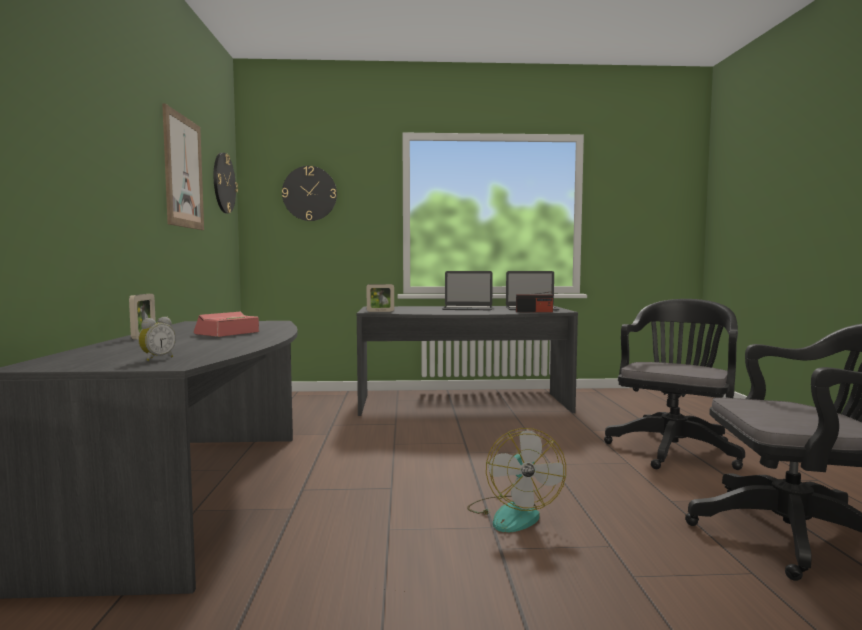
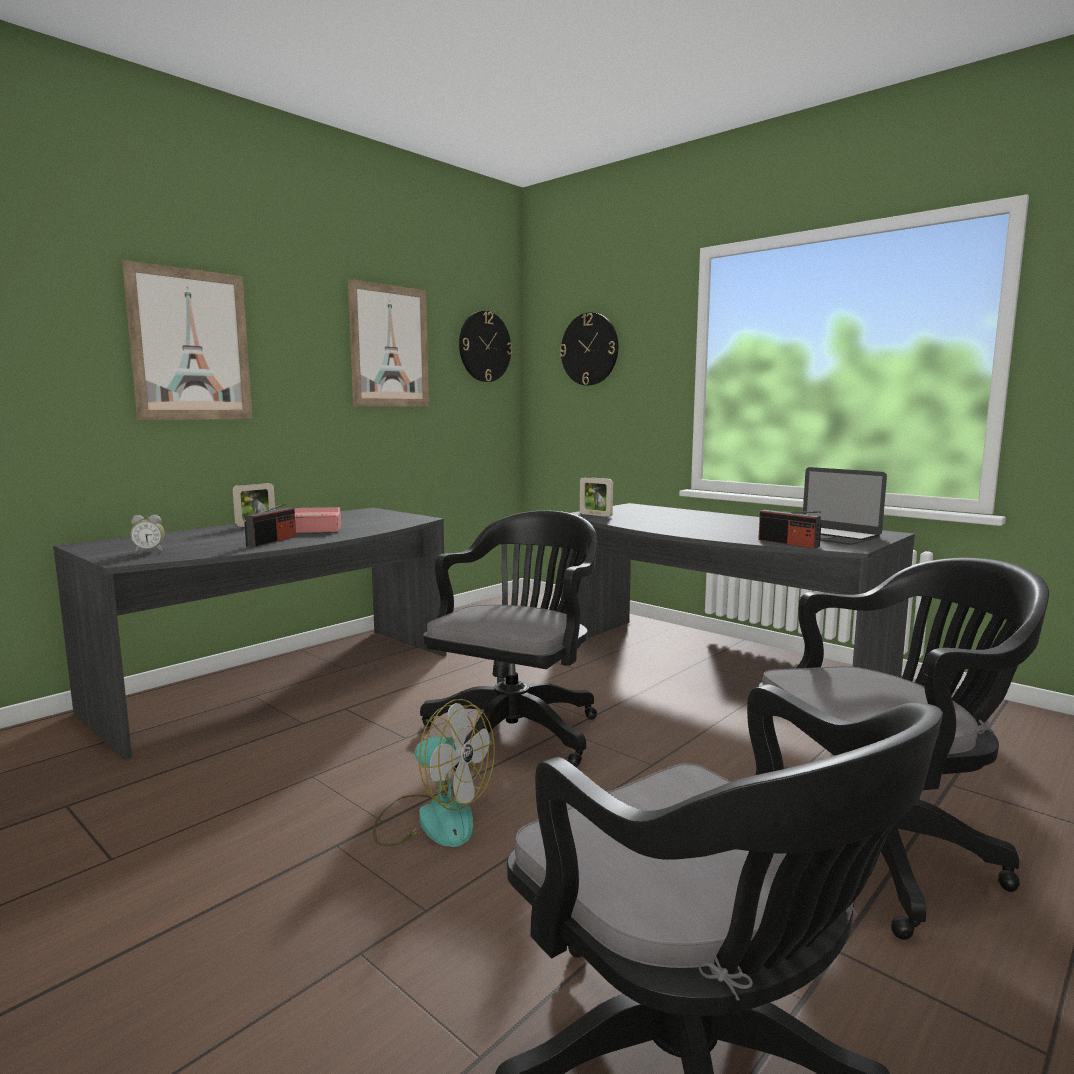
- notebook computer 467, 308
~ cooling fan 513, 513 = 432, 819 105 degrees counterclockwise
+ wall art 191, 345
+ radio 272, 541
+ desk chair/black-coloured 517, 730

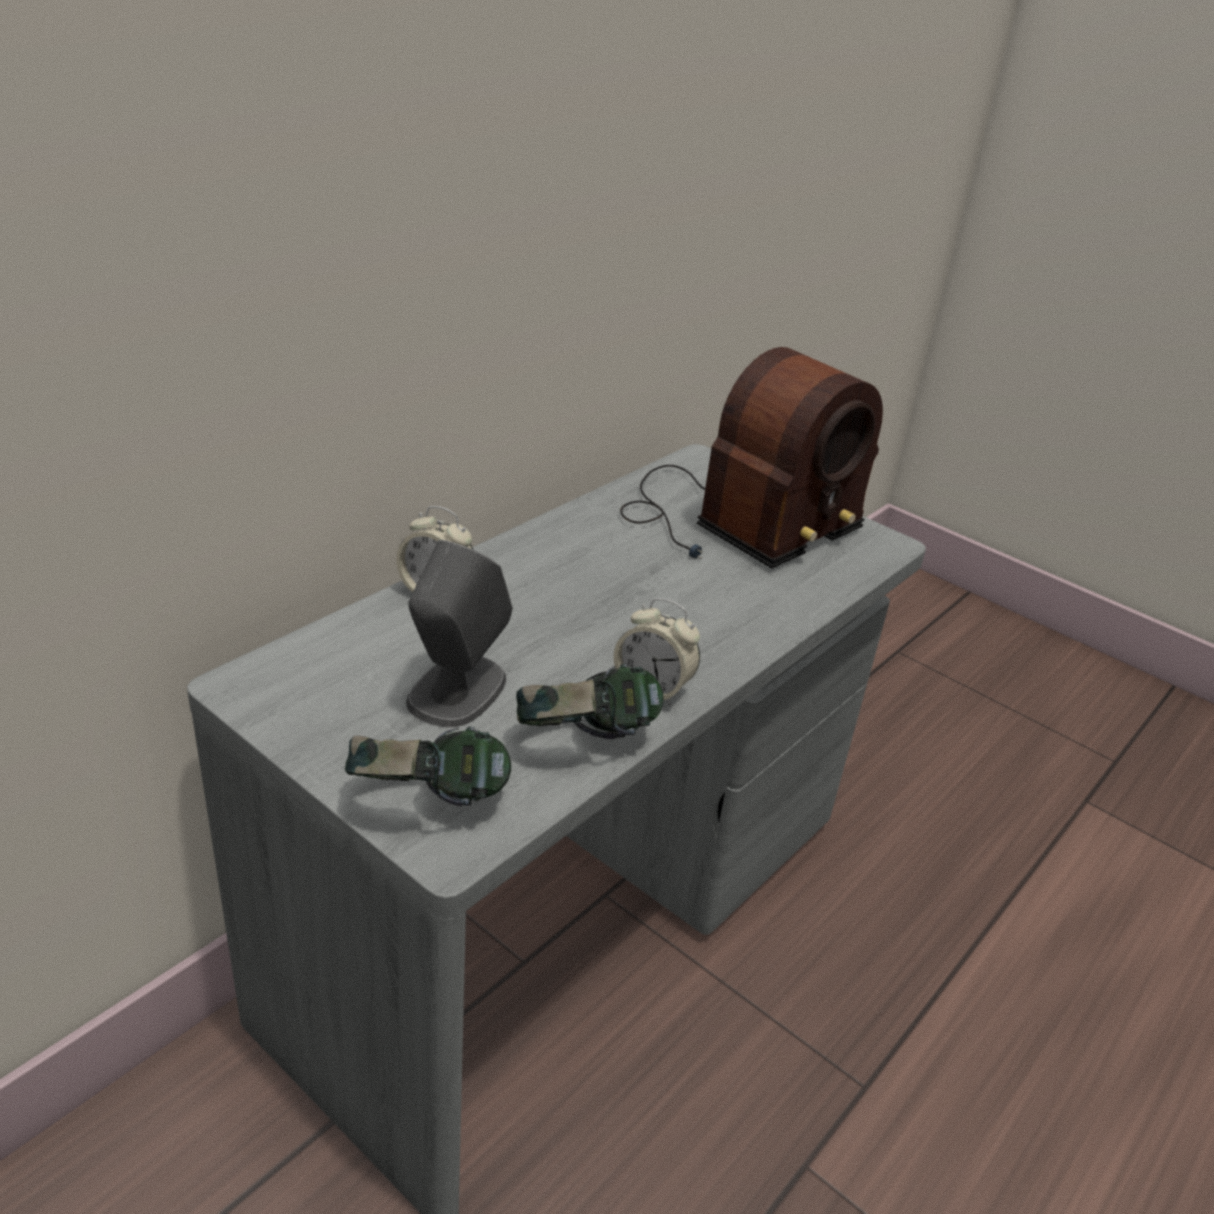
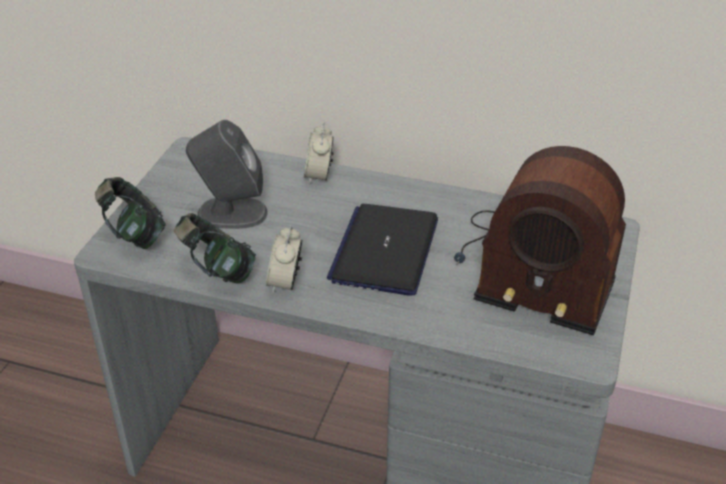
+ notebook computer 385, 250

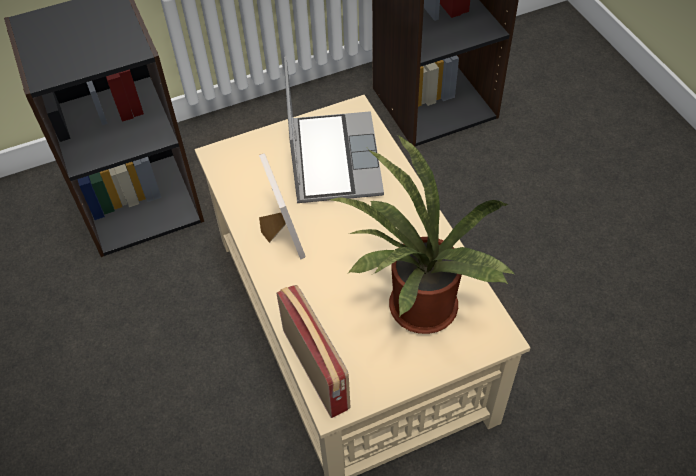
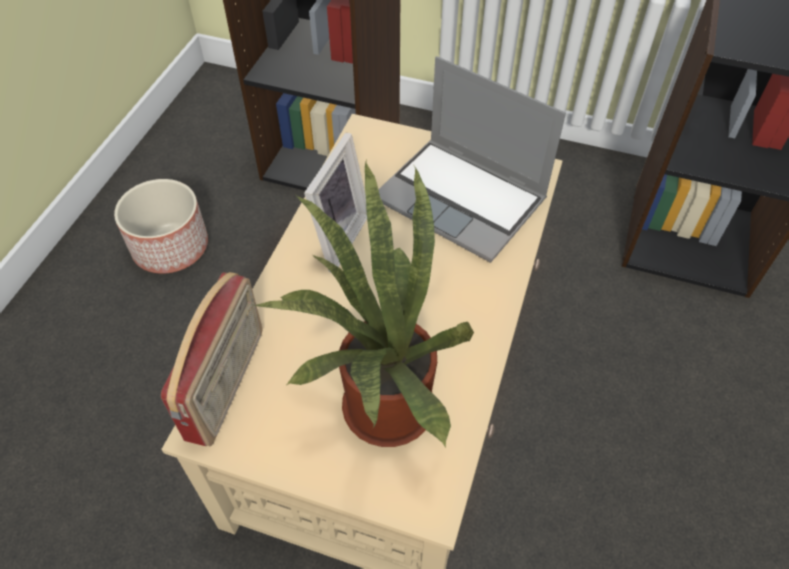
~ notebook computer 332, 158 = 463, 200 90 degrees clockwise
+ flower pot 171, 246

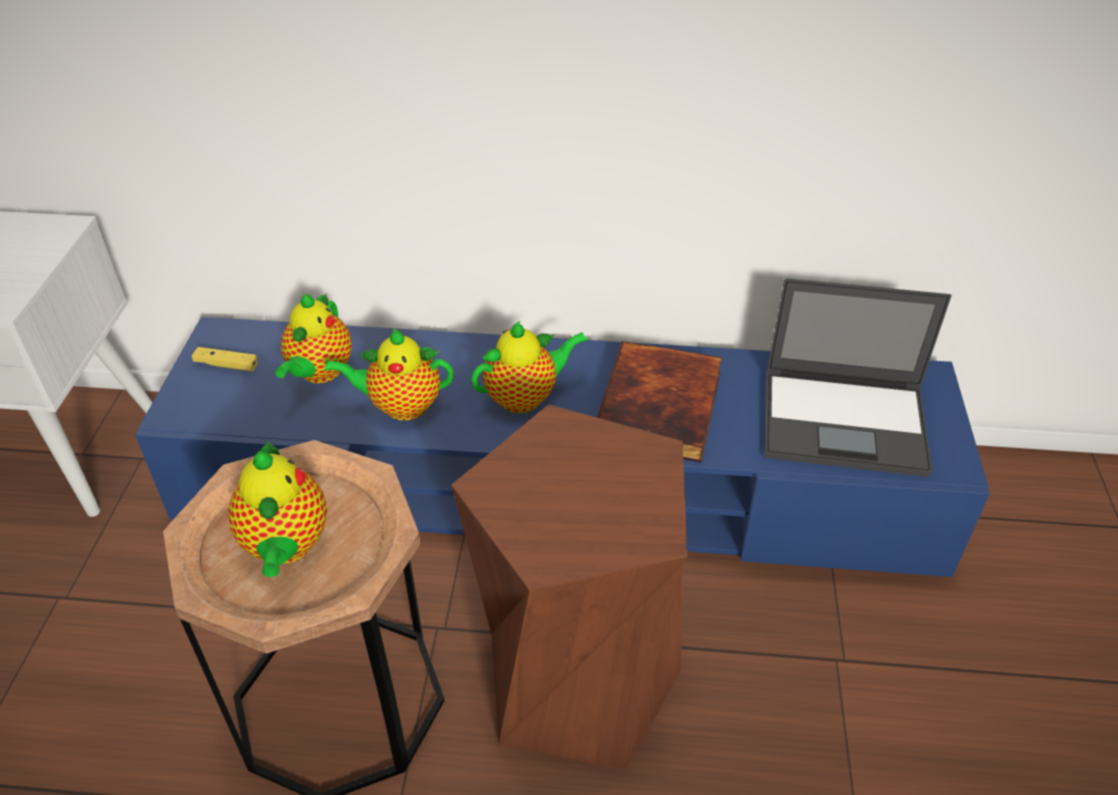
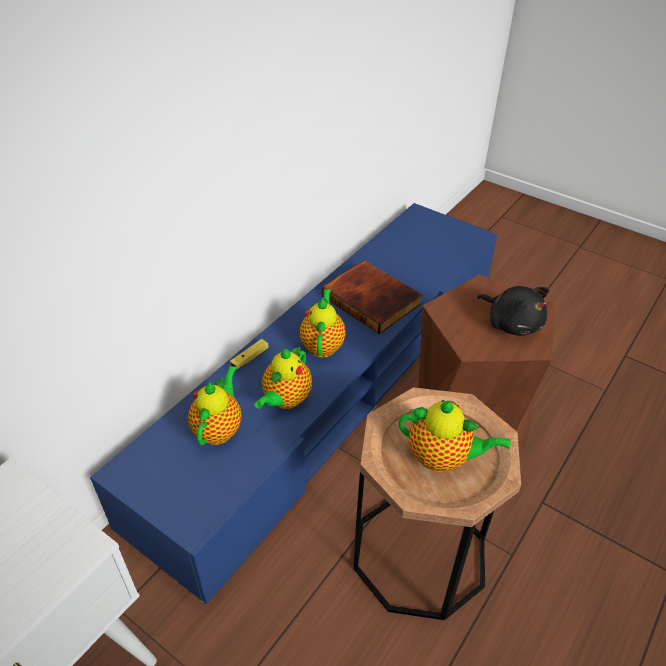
- notebook computer 846, 422
~ pot for tea 319, 373 = 219, 429 120 degrees counterclockwise
~ joypad/yellow 226, 365 to 250, 358
+ soft toy/black-coloured 512, 323

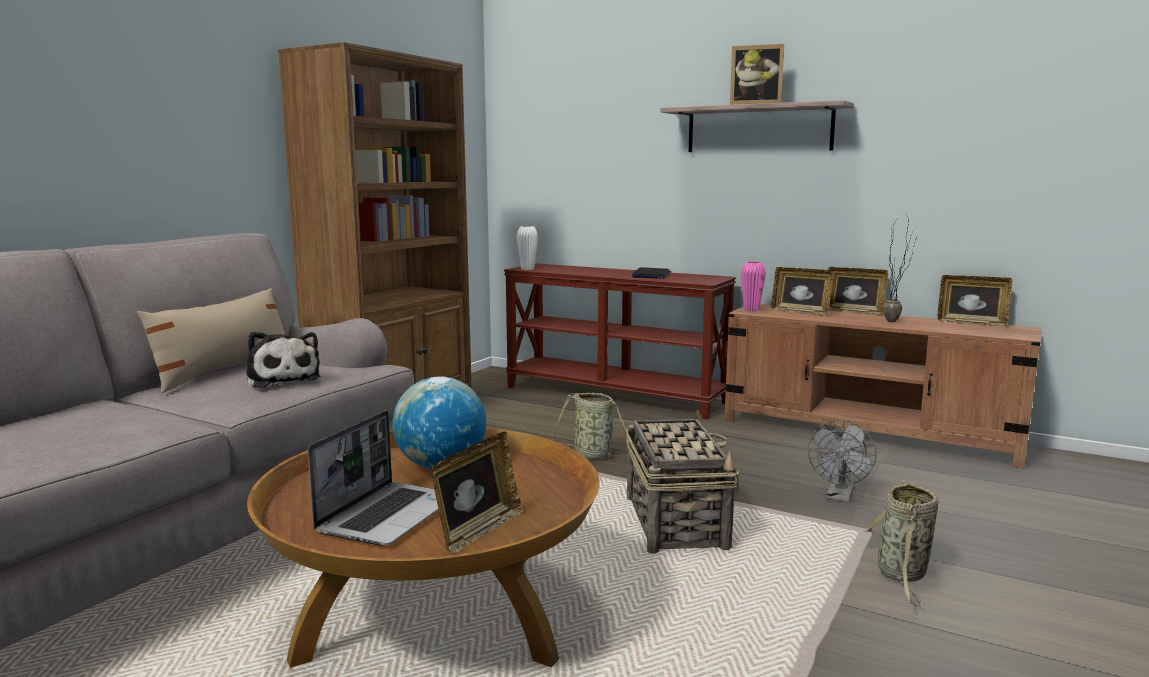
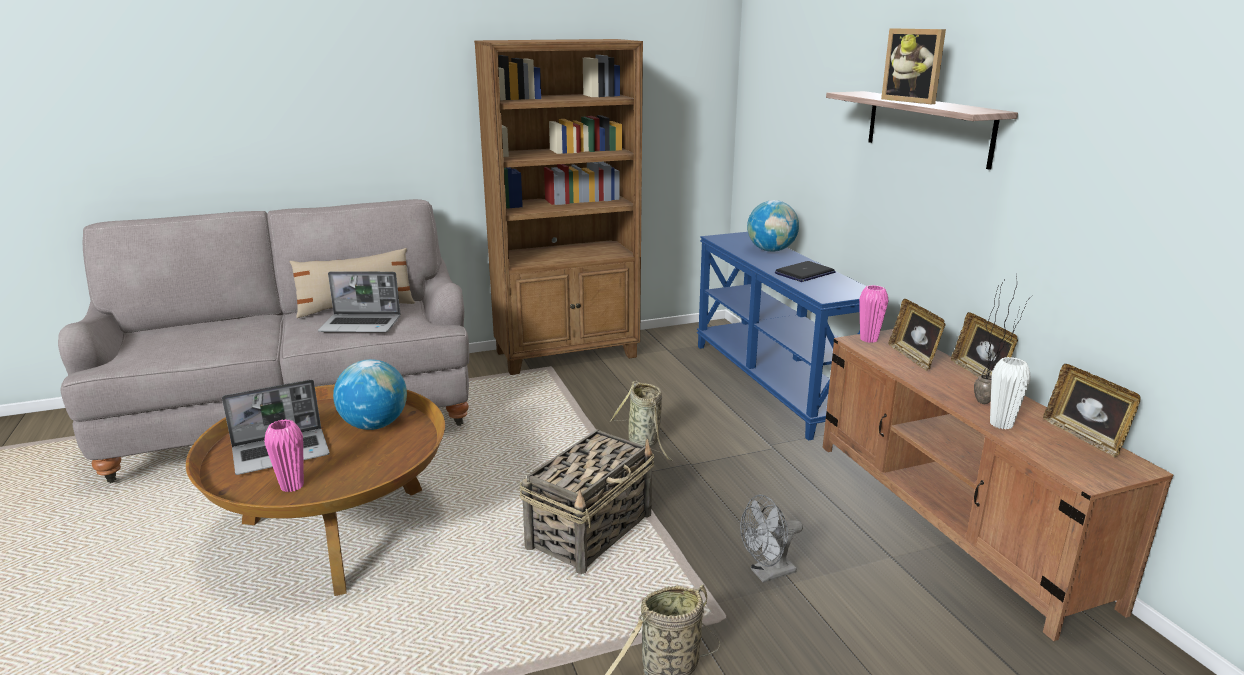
~ flower vase/white-coloured 527, 269 to 1001, 424
~ hall table/brown-coloured 615, 394 to hall table/blue 774, 383
~ soft toy 282, 379 to notebook computer 362, 325
~ picture frame 478, 531 to flower vase/pink 292, 486
+ desk globe 771, 250

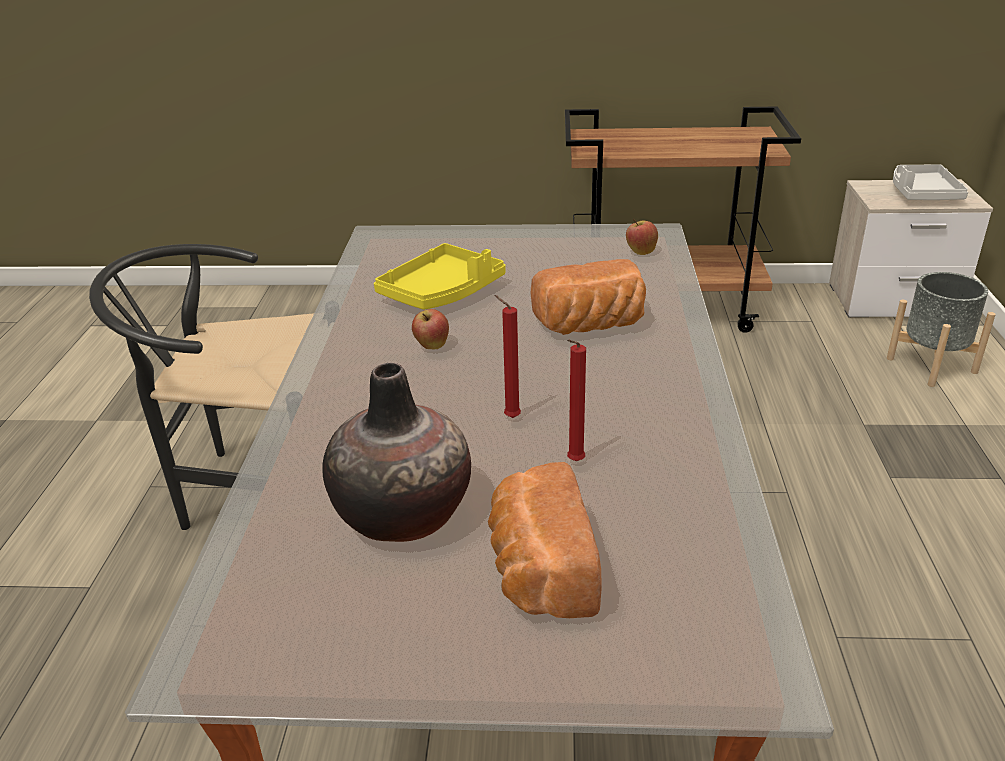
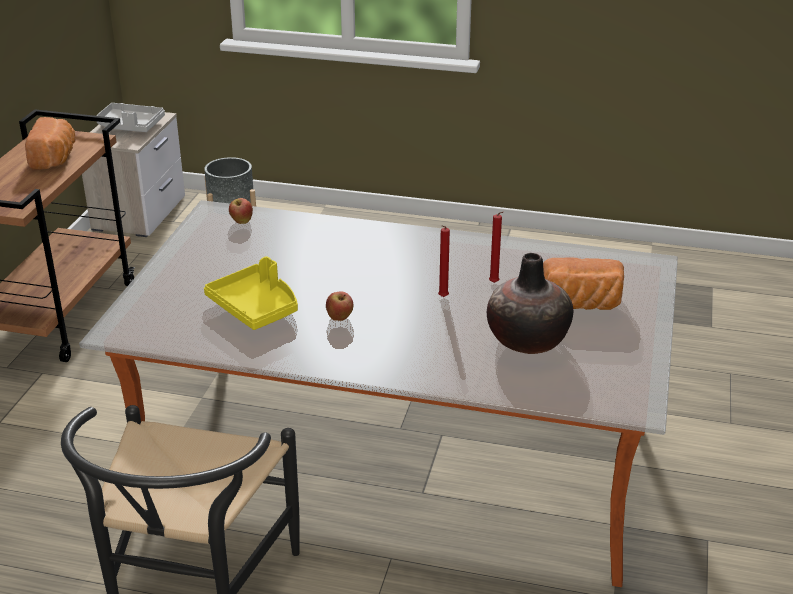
~ bakery bread 591, 326 to 55, 158

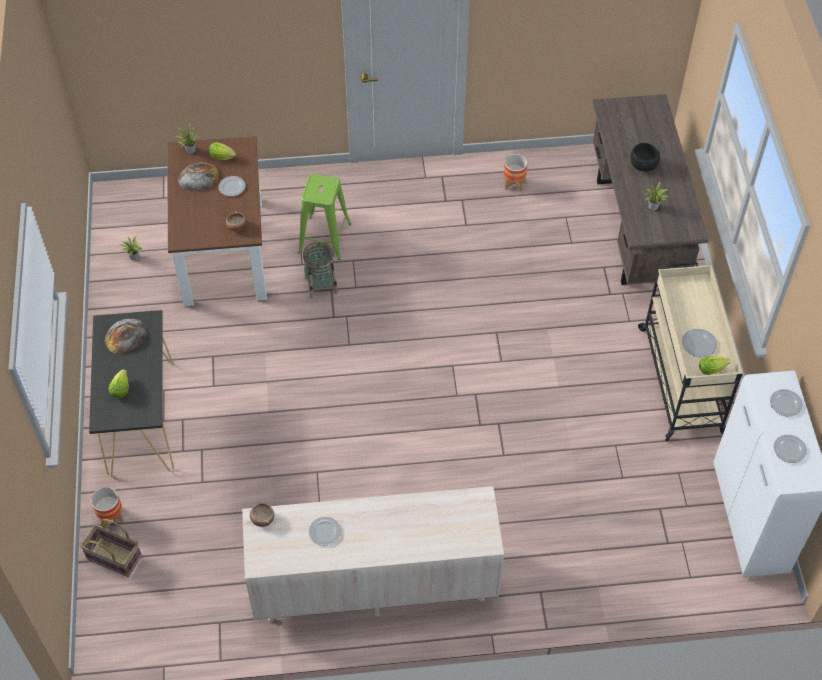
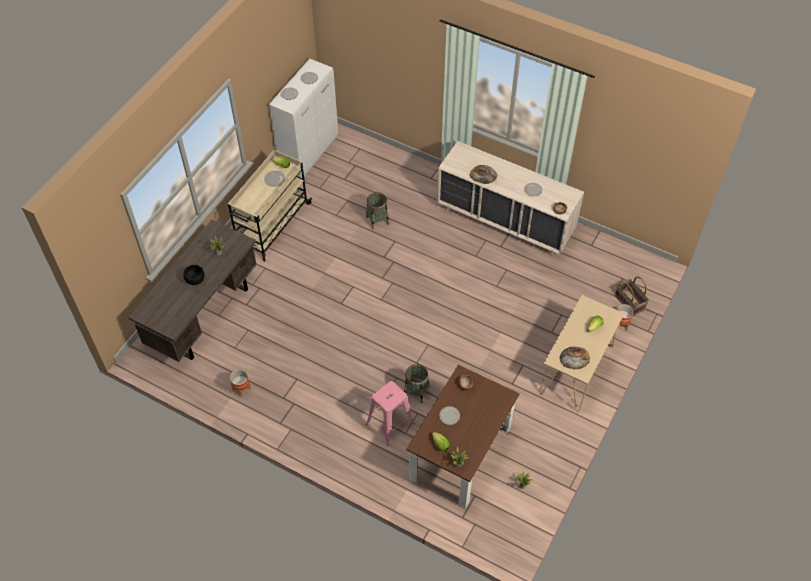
~ bakery bread 198, 177 to 483, 175
~ sitting stool/greenish 324, 237 to sitting stool/pink 389, 423
~ hall table/black-coloured 141, 417 to hall table/sand-coloured 576, 370
+ storage basket 377, 220

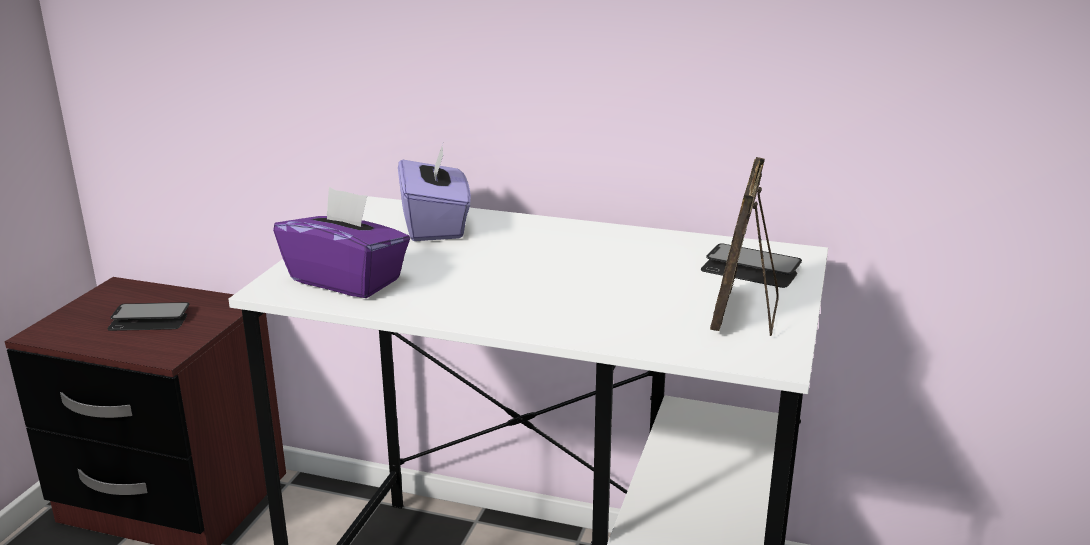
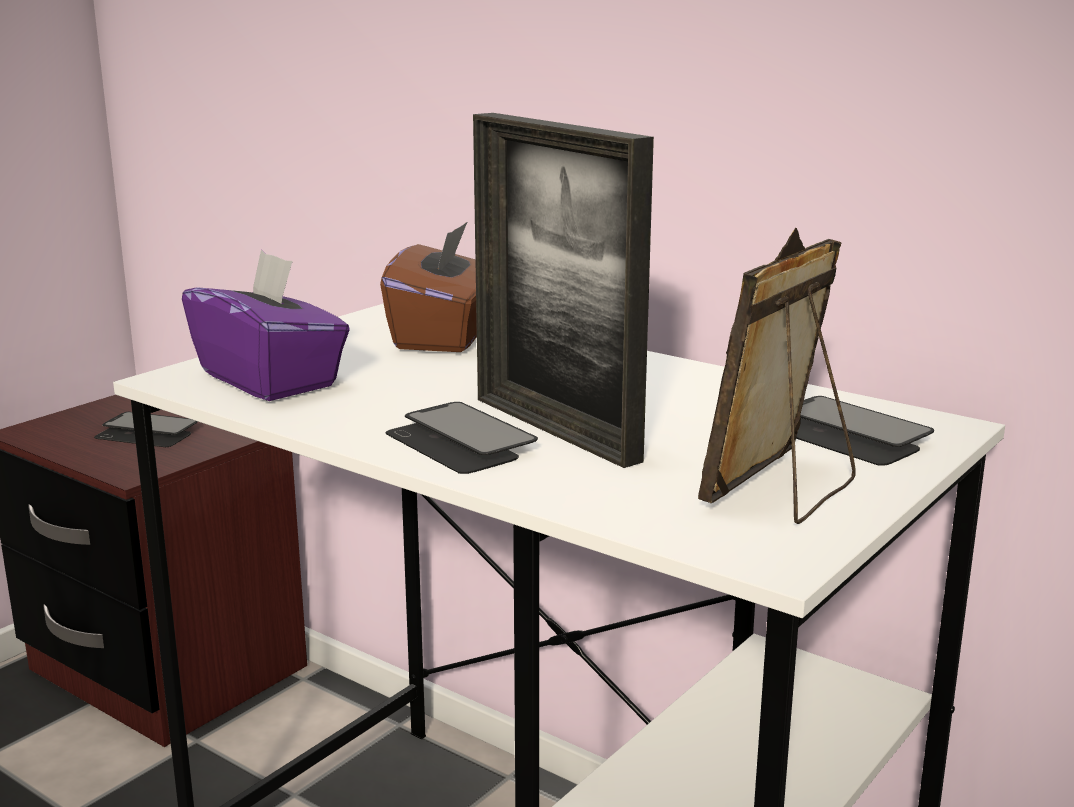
~ box of tissues/purplish 435, 225 to box of tissues/brown-coloured 445, 336
+ picture frame 555, 429
+ phone 460, 442

